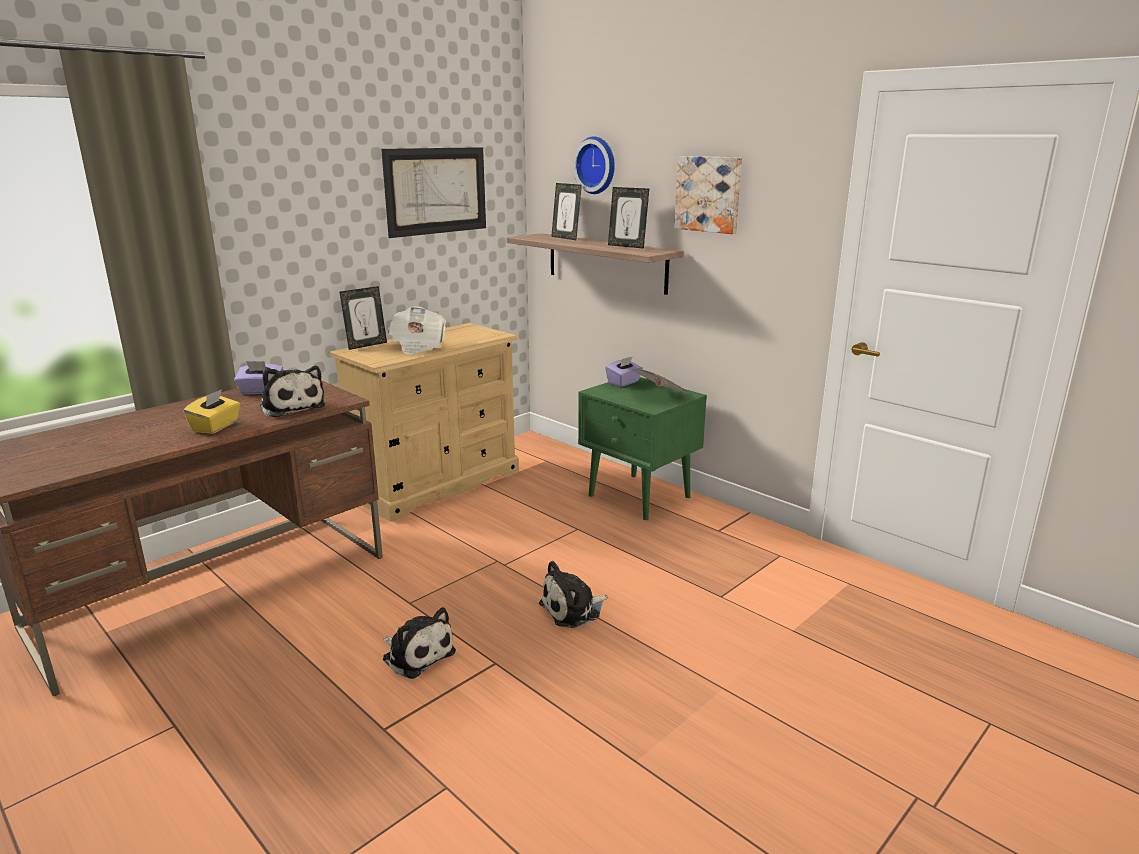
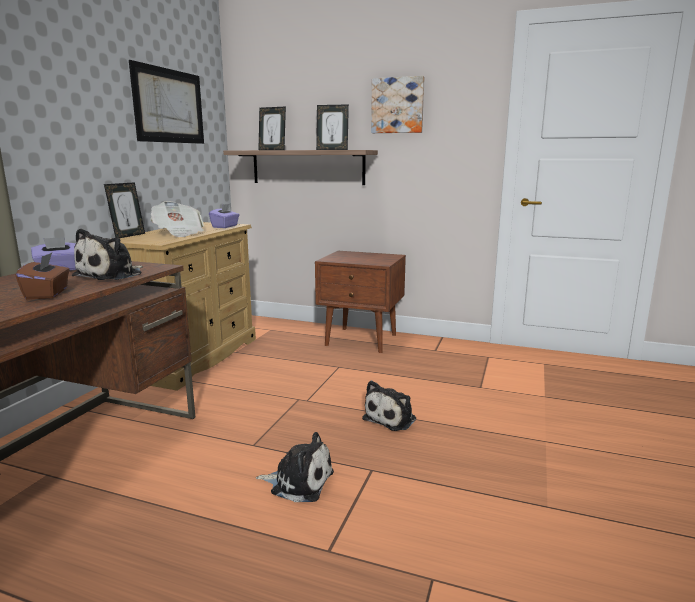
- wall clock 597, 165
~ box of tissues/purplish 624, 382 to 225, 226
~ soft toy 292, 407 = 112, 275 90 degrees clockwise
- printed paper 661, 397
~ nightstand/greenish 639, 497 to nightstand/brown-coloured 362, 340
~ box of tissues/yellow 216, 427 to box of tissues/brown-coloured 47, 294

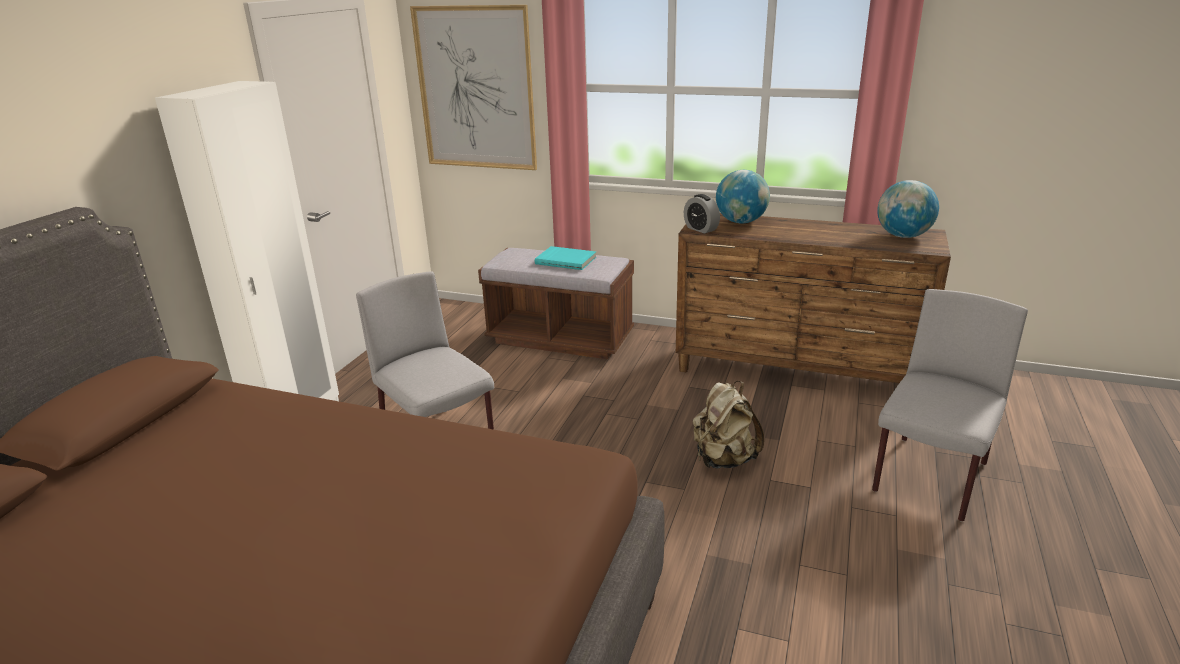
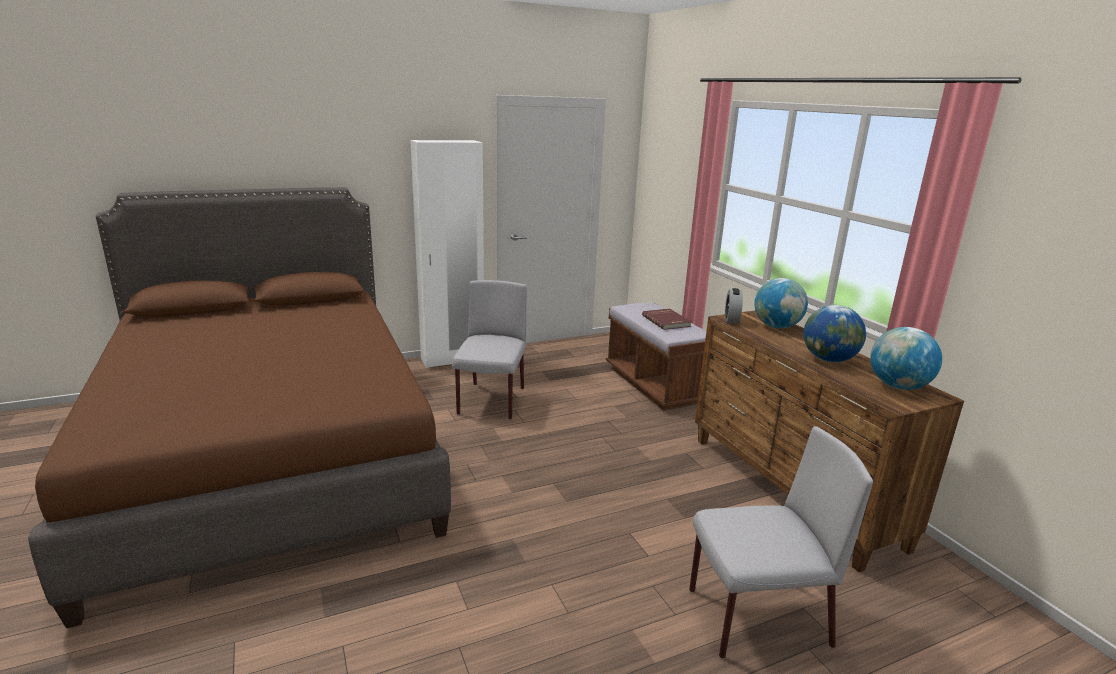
- wall art 476, 89
~ bound book/turquoise-coloured 566, 260 to bound book/red 667, 321
- backpack/sand-coloured 723, 459
+ desk globe 828, 360

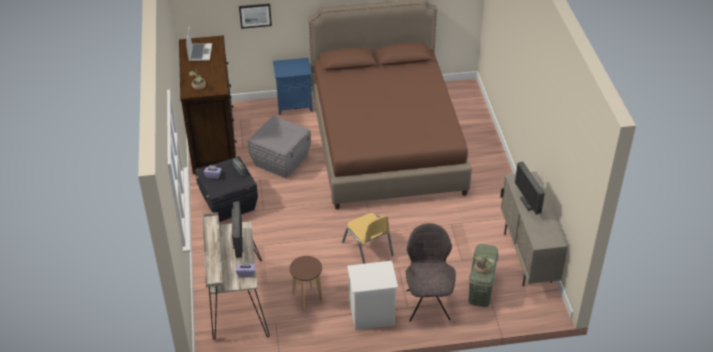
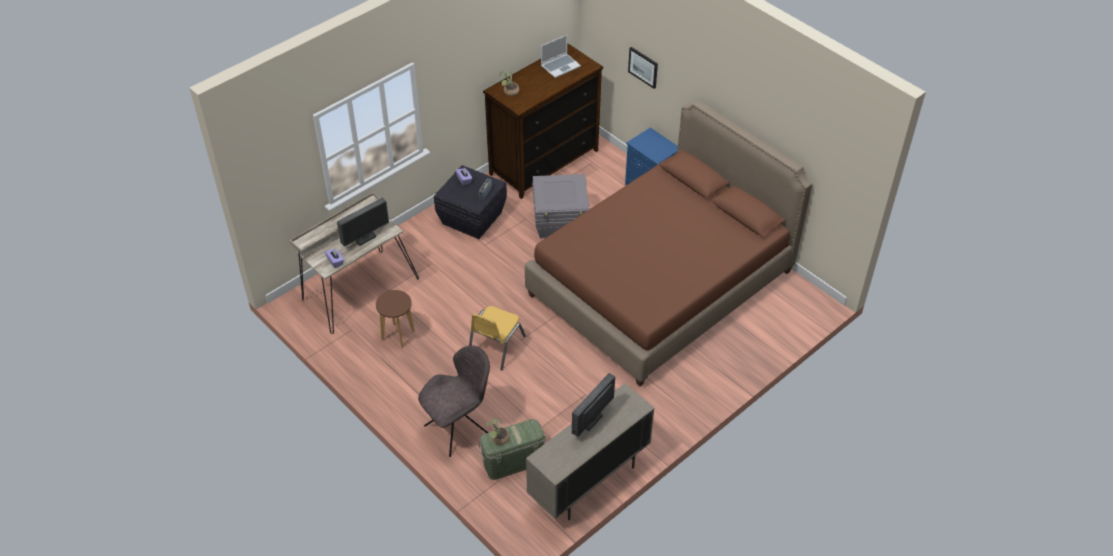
- nightstand/white-coloured 371, 315

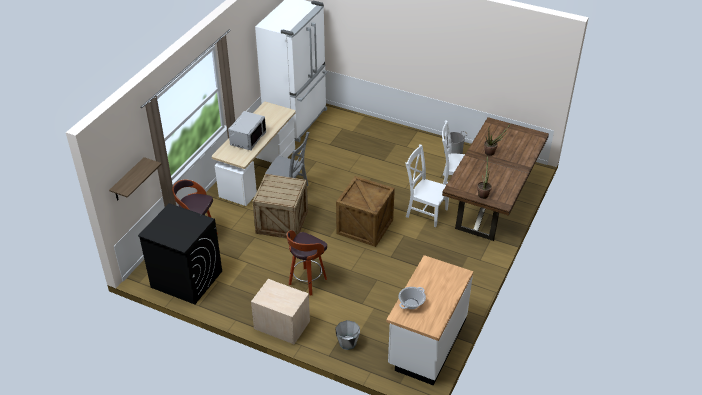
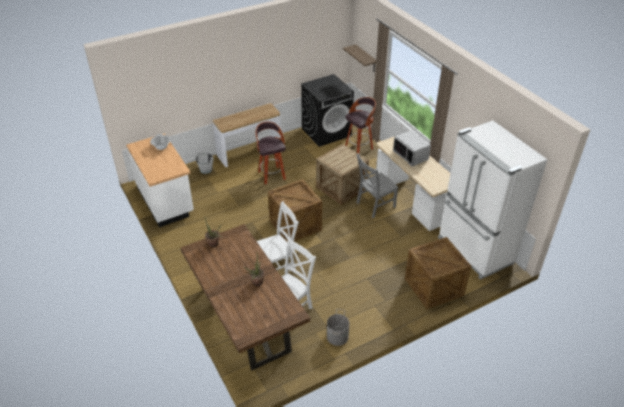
~ nightstand/sand-coloured 281, 324 to hall table 249, 152
+ crate 435, 287

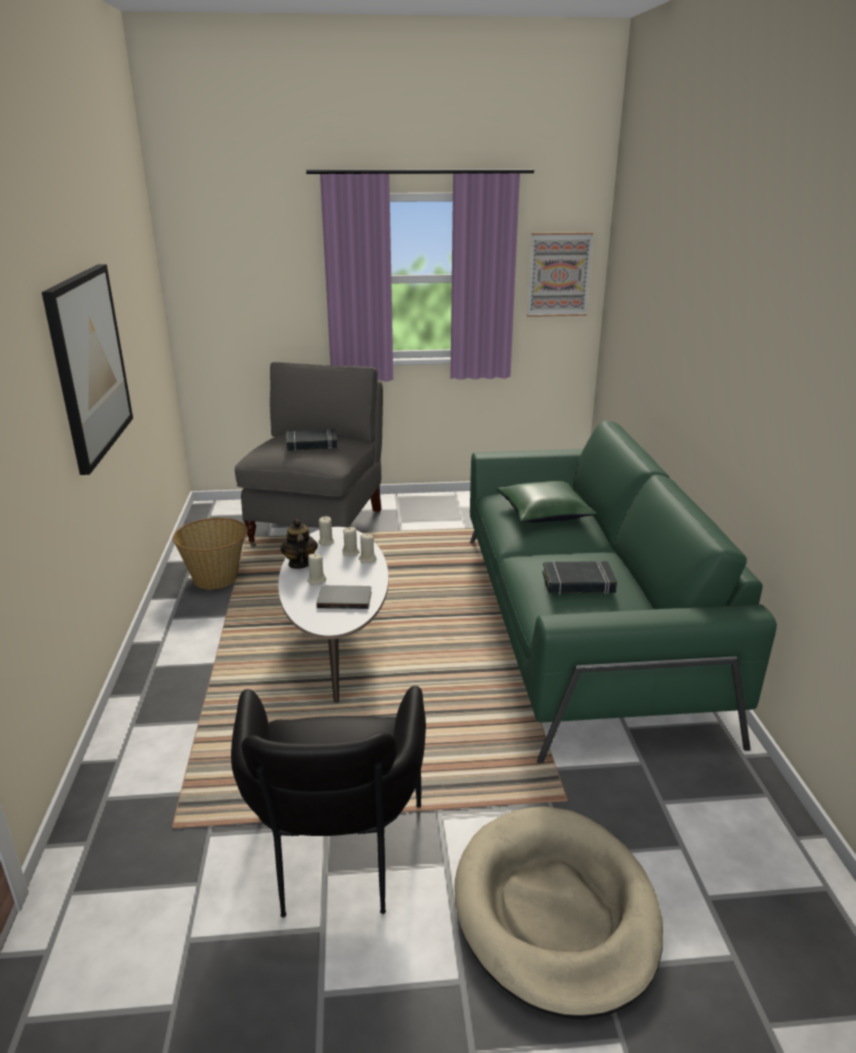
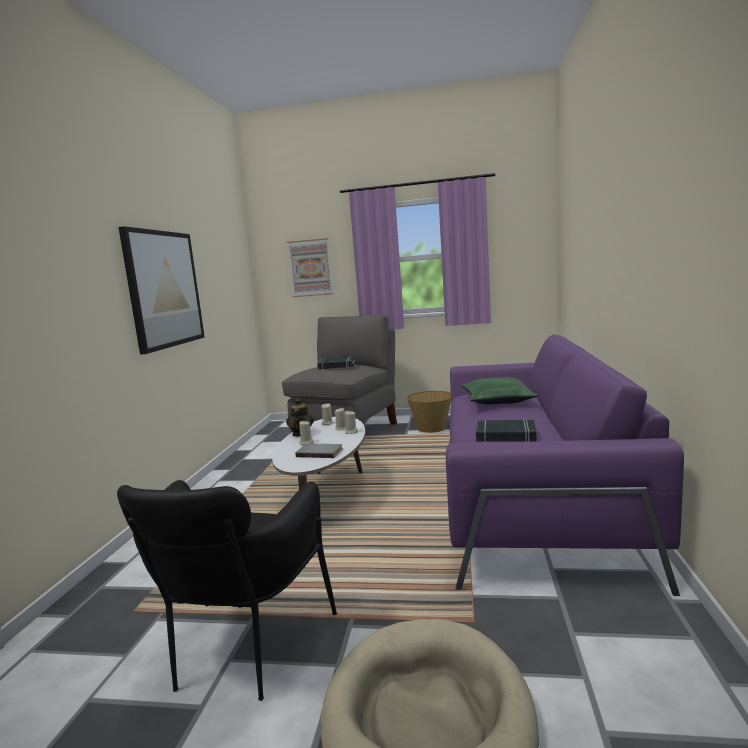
~ wall art 559, 274 to 310, 268
~ sofa/greenish 581, 625 to sofa/purplish 530, 493
~ storage basket 216, 578 to 432, 428

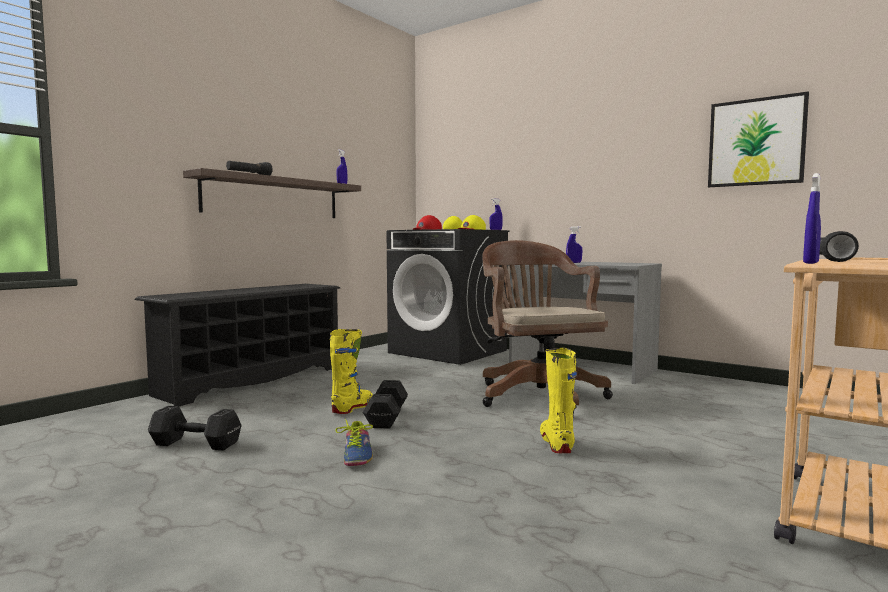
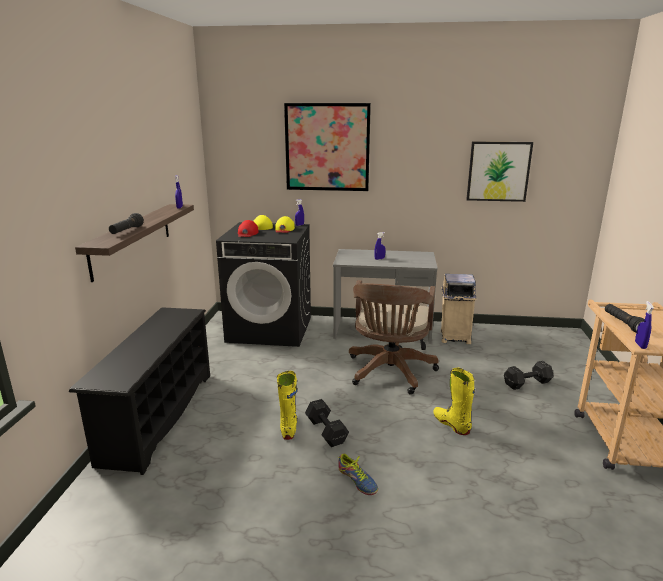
~ desk chair/brown-coloured 537, 395 = 389, 373 120 degrees counterclockwise
~ dumbbell/black-coloured 197, 444 to 528, 383
+ wall art 327, 147
+ rubbish bin/sand-coloured 454, 337

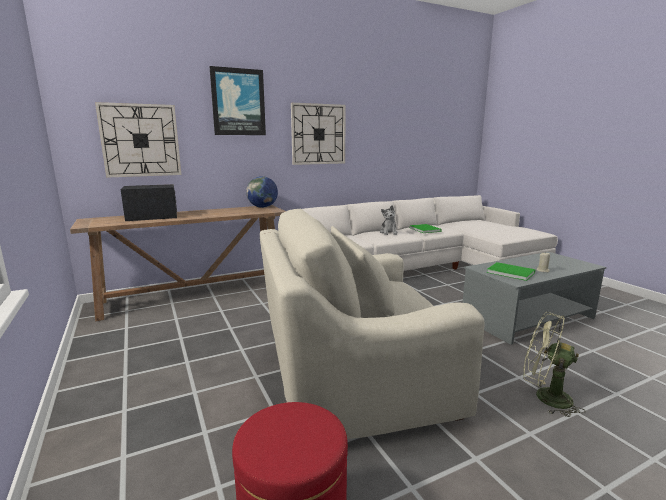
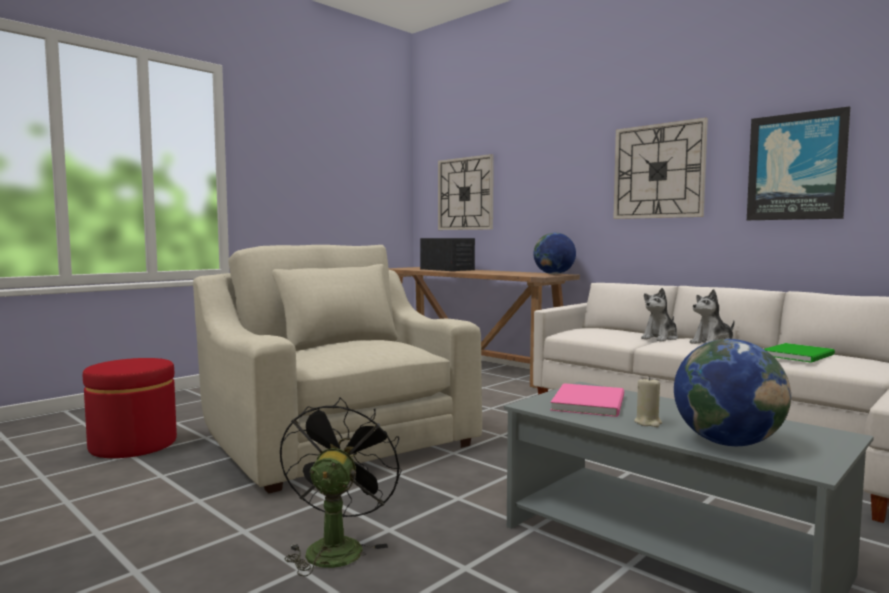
~ wall art 238, 102 to 796, 167
~ bound book/greenish 509, 272 to bound book/pink 591, 402
~ cooling fan/greenish 545, 397 to cooling fan/black-coloured 336, 546
+ soft toy 660, 338
+ desk globe 727, 443

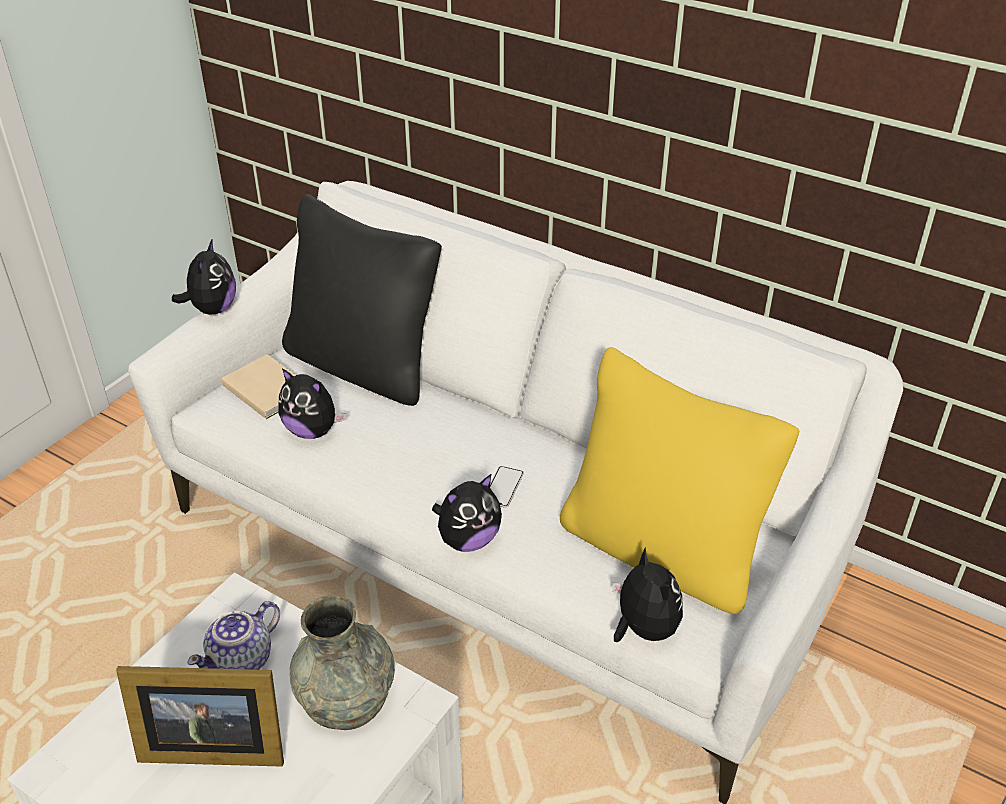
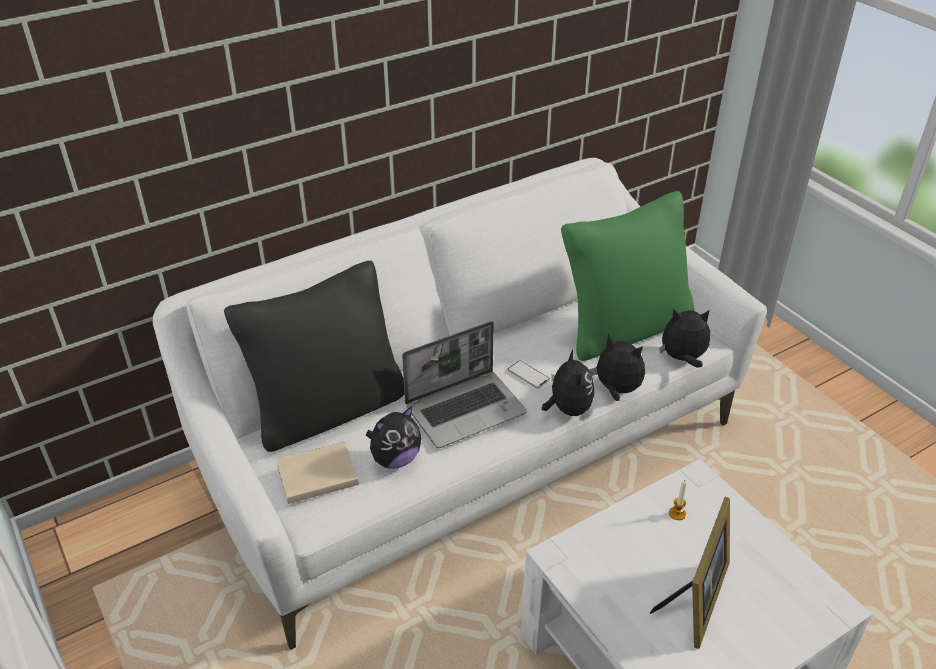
~ soft toy 212, 309 to 616, 390
~ cushion/yellow 661, 551 to cushion/greenish 624, 328
~ flower vase/grey 345, 694 to candle 677, 513
- pot for tea 242, 660
+ notebook computer 466, 409

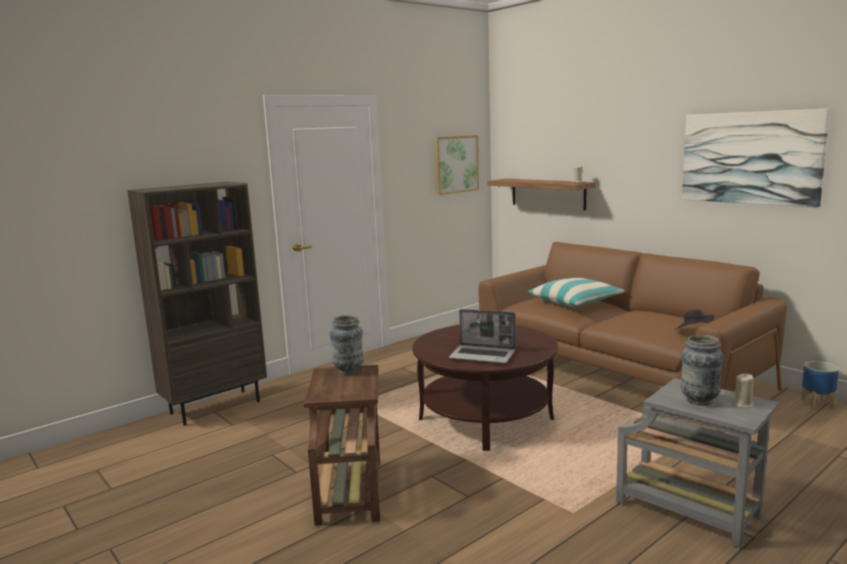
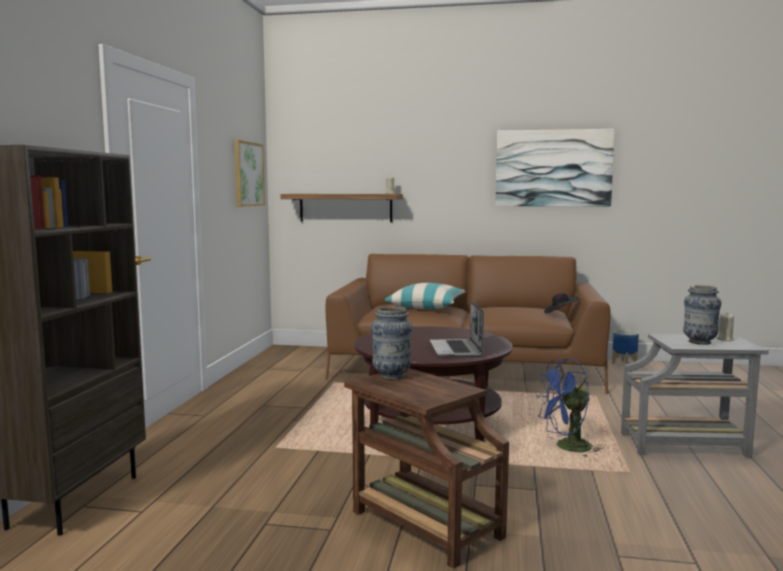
~ notebook computer 483, 355 = 456, 350 105 degrees clockwise
+ cooling fan/blue 567, 448

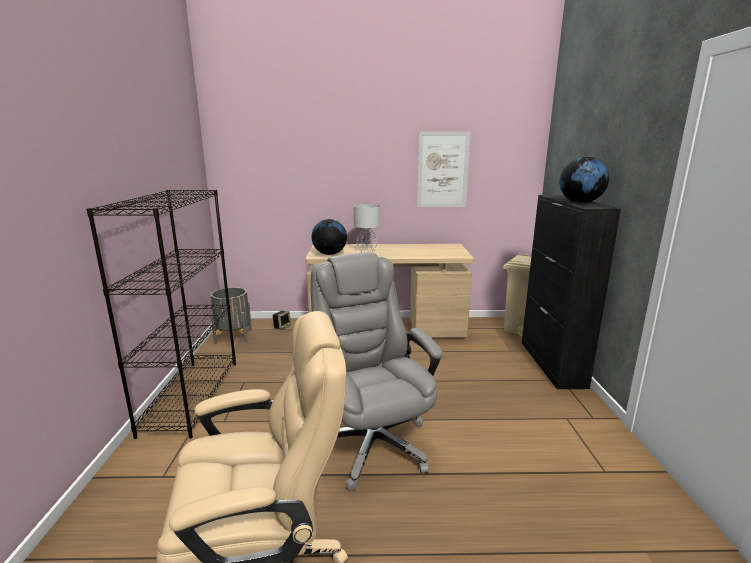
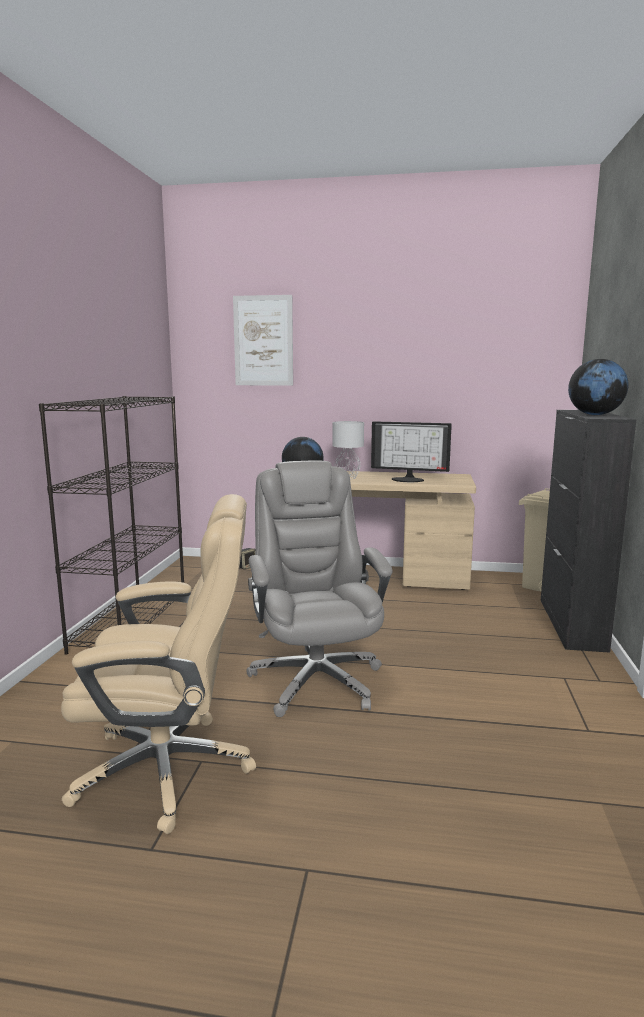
~ wall art 442, 170 to 263, 341
- flower pot/grey 233, 336
+ computer screen 408, 479

